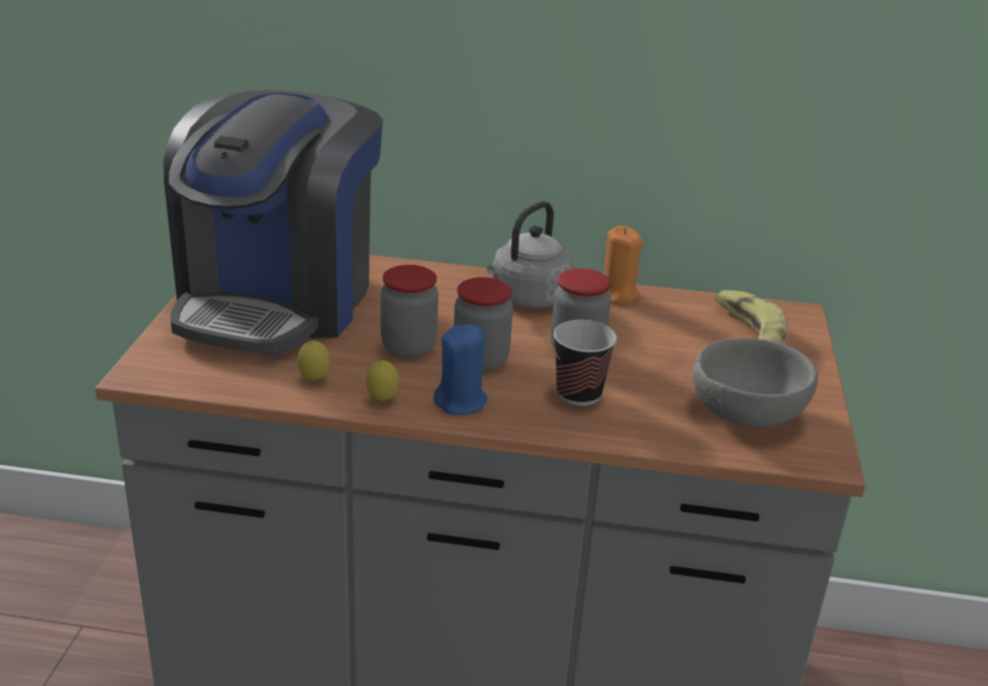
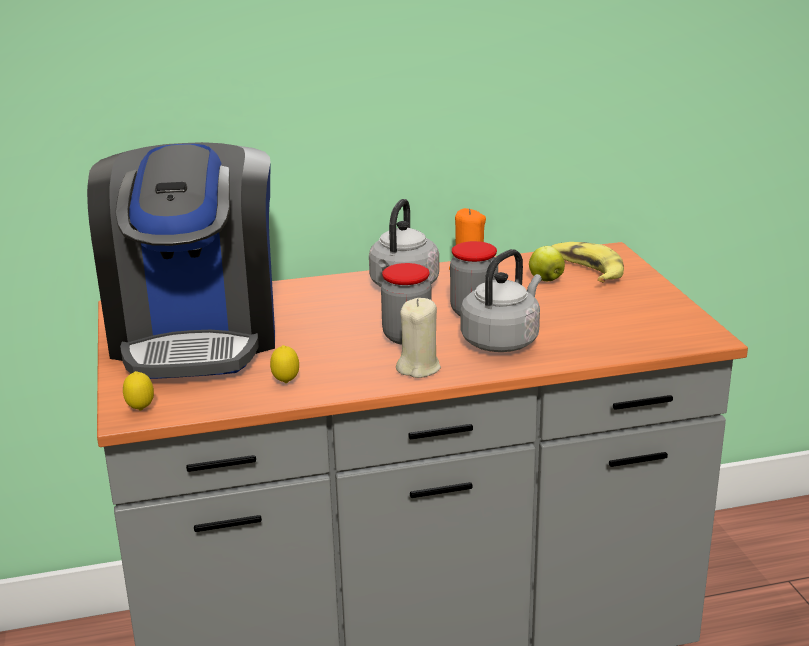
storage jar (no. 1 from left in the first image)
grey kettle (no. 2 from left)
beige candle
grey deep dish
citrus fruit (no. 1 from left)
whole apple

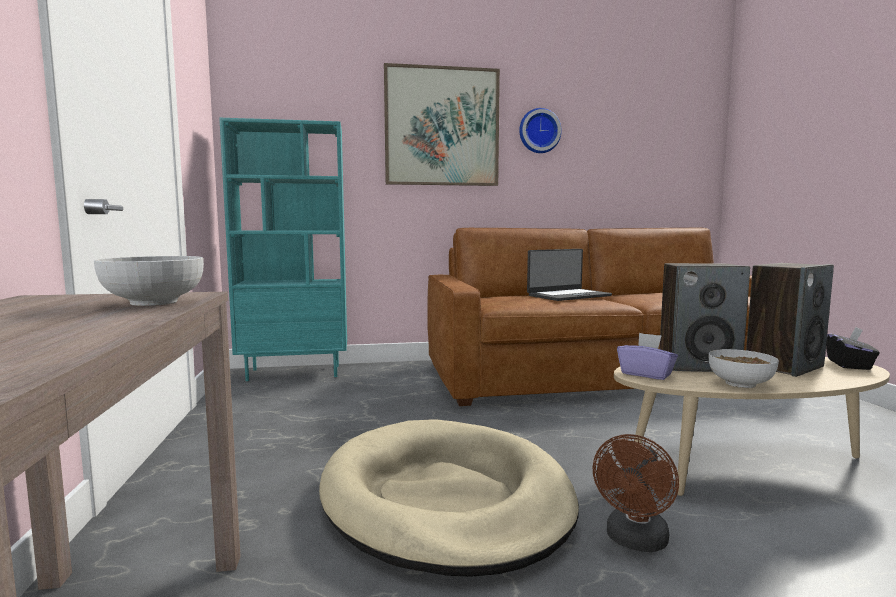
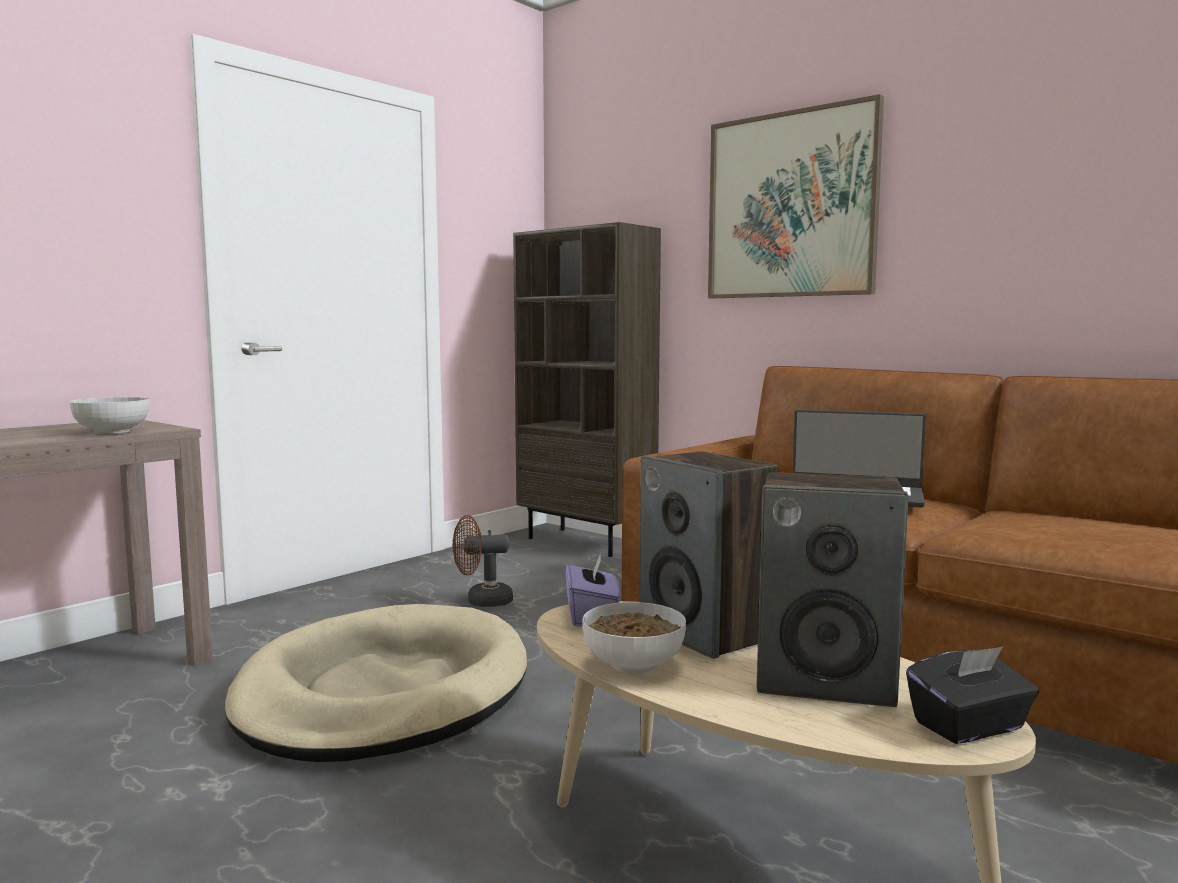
hanging clock
brown-coloured bookshelf
brown-coloured fan

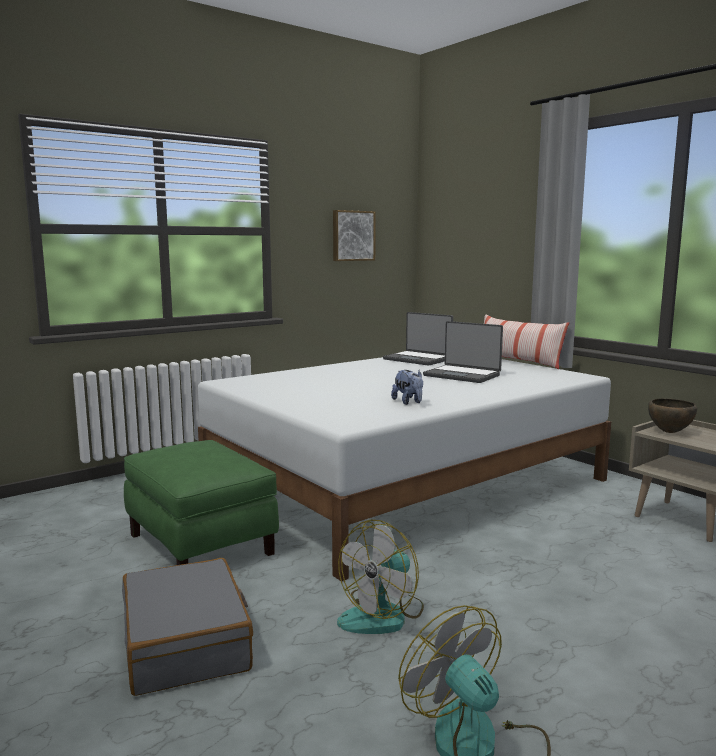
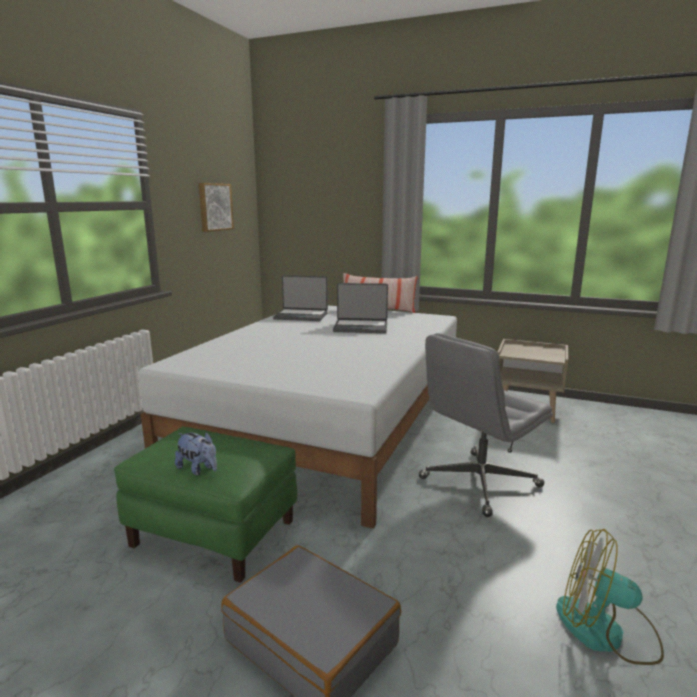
soft toy
brown-coloured deep dish
fan (no. 1 from left in the first image)
grey desk chair

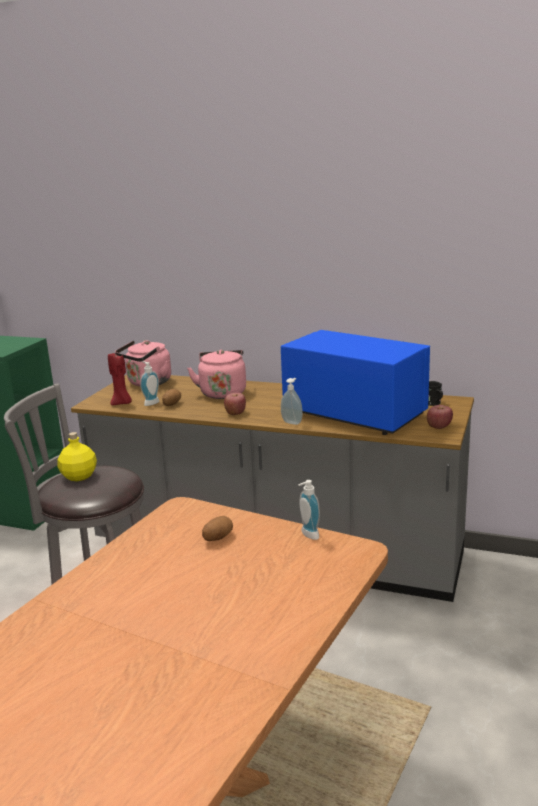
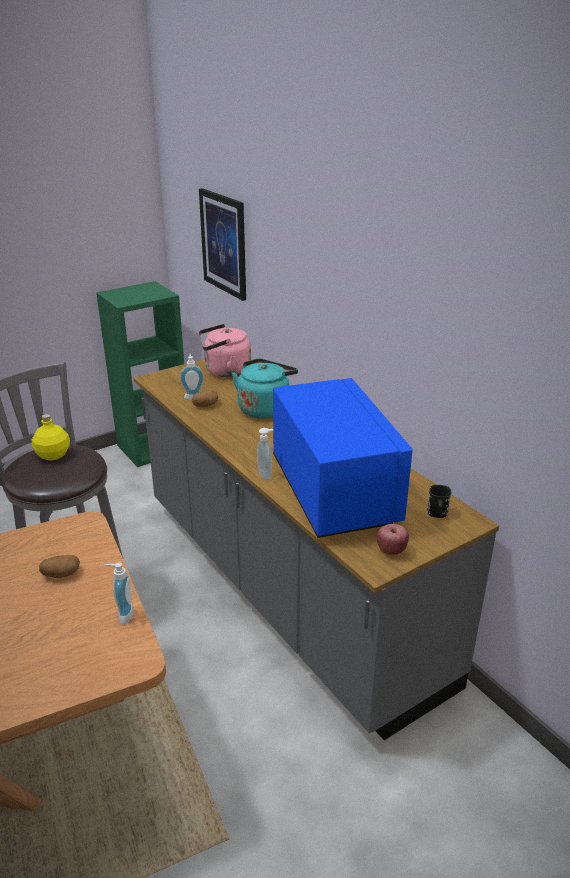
blue-green kettle
reddish candle
whole apple (no. 1 from left in the first image)
picture

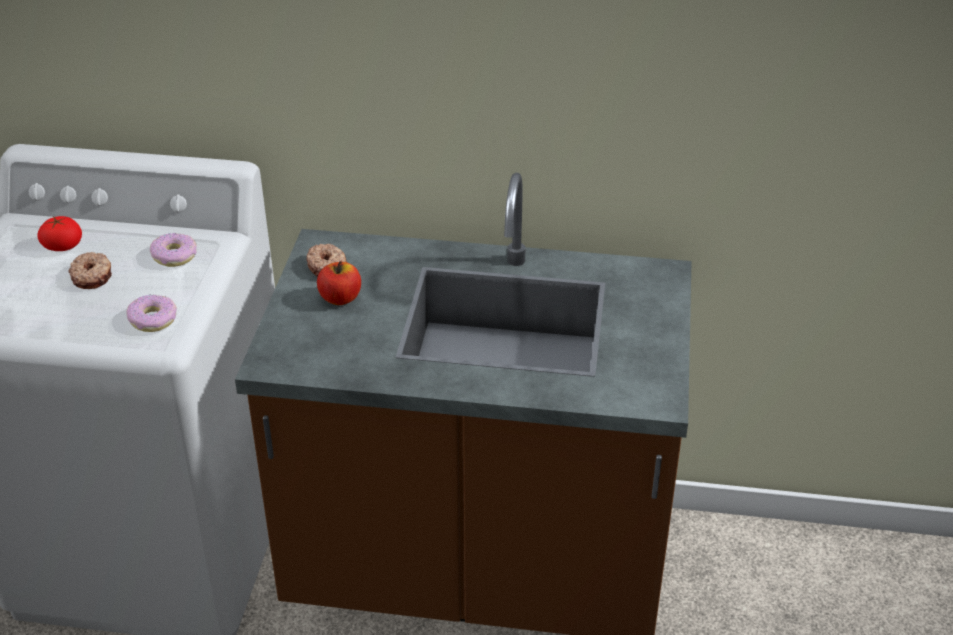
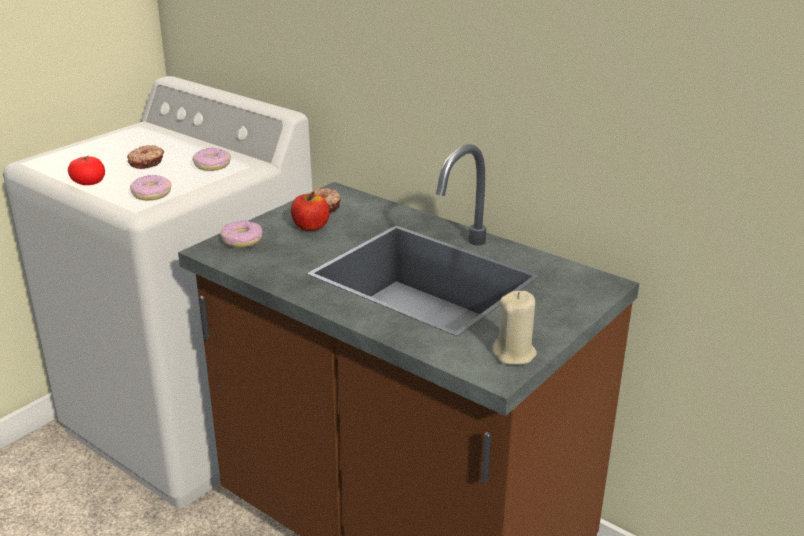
tomato
ring doughnut (no. 4 from left)
beige candle

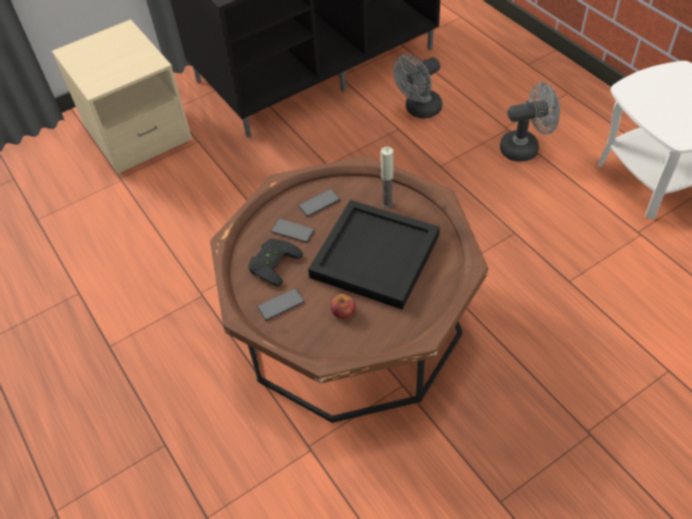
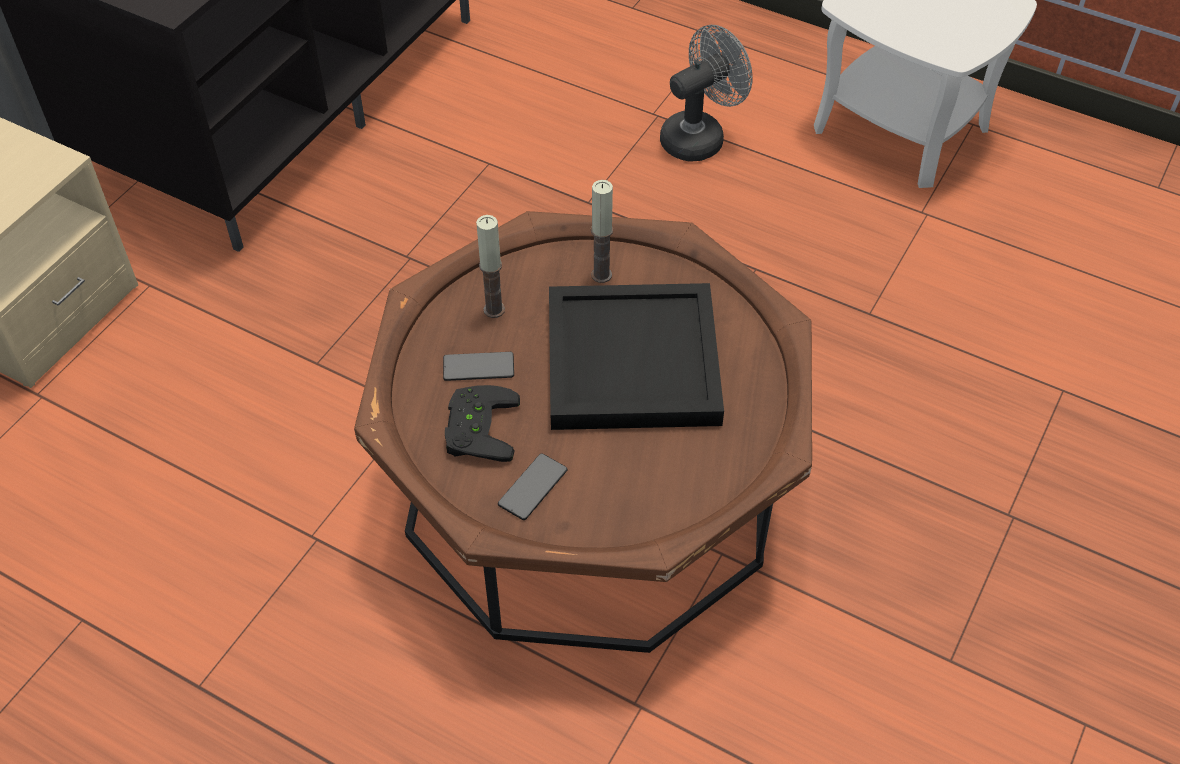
grey fan (no. 1 from left in the first image)
candle (no. 1 from left)
whole apple

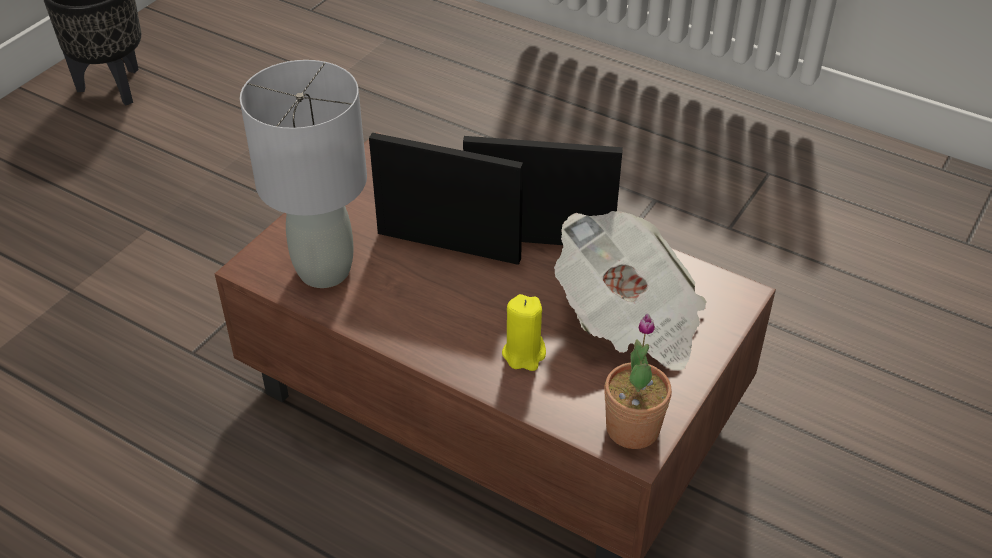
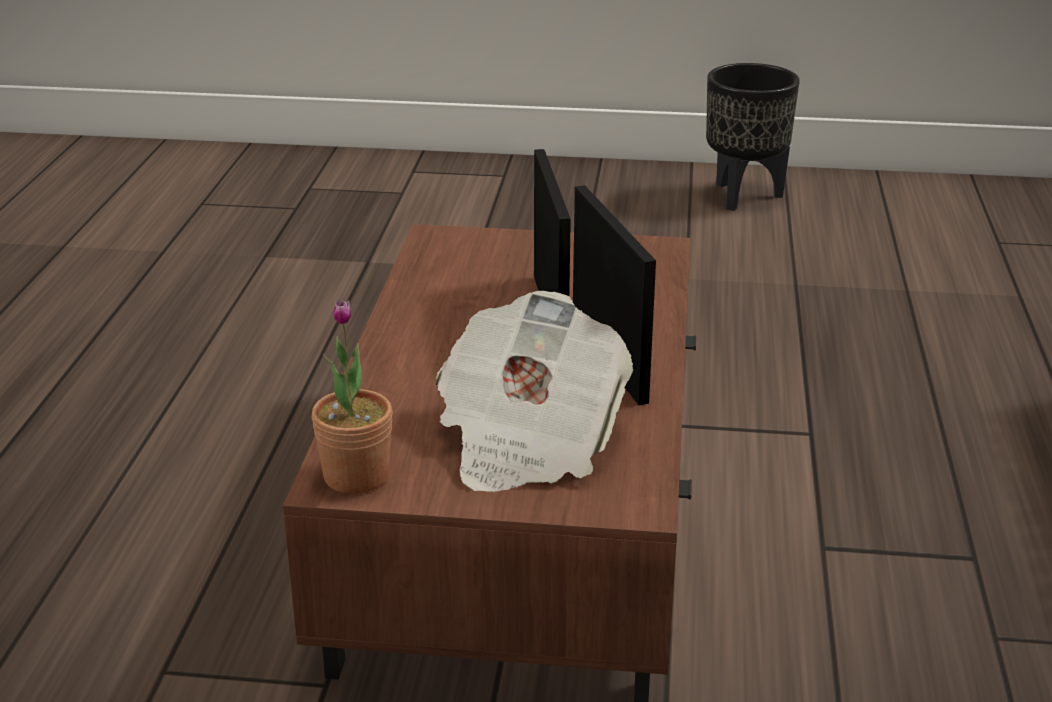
grey lamp for a table
yellow-coloured candle

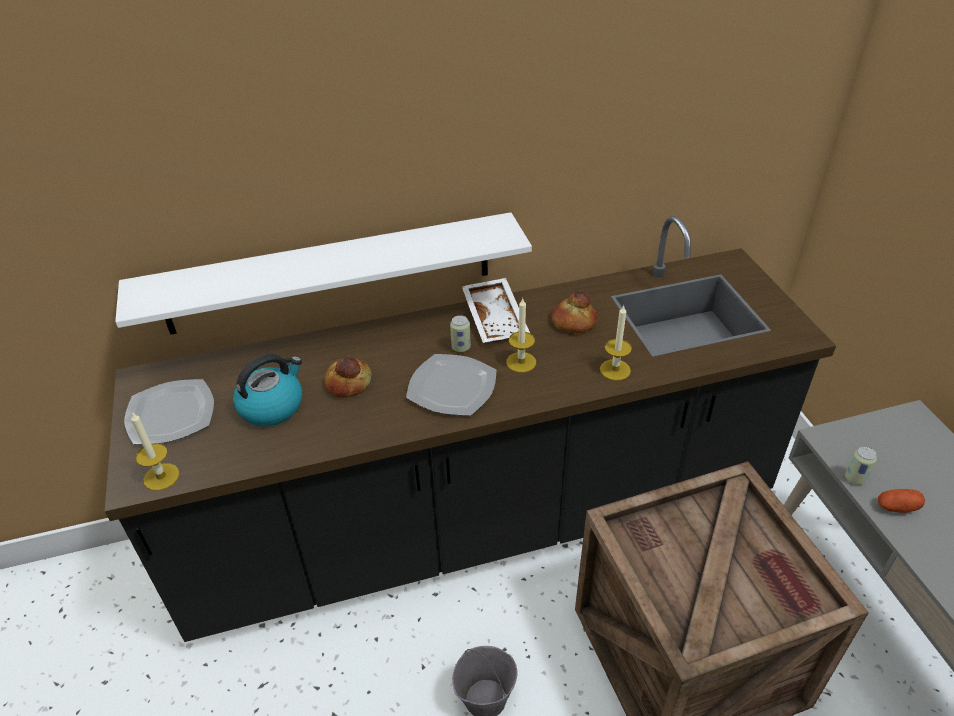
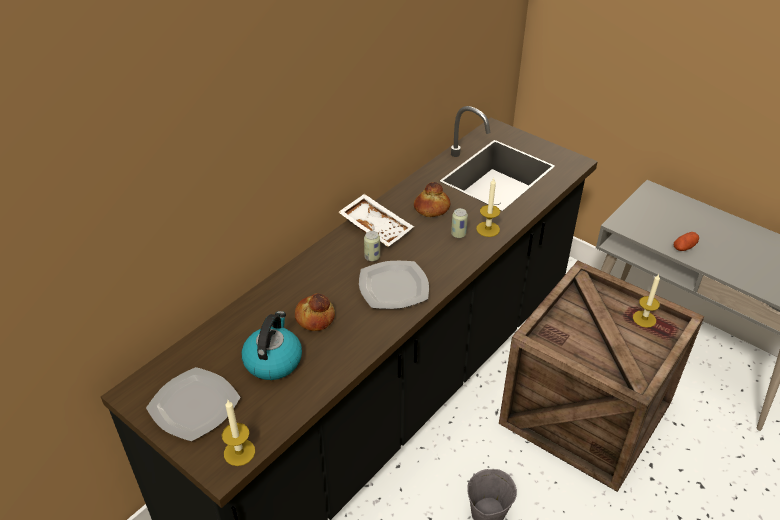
whitish wall shelf
candle (no. 3 from left)
sealed can (no. 2 from left)

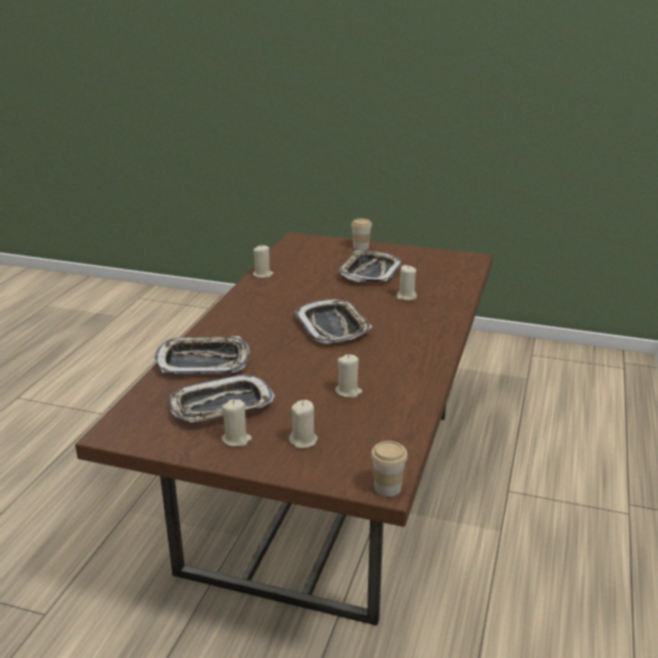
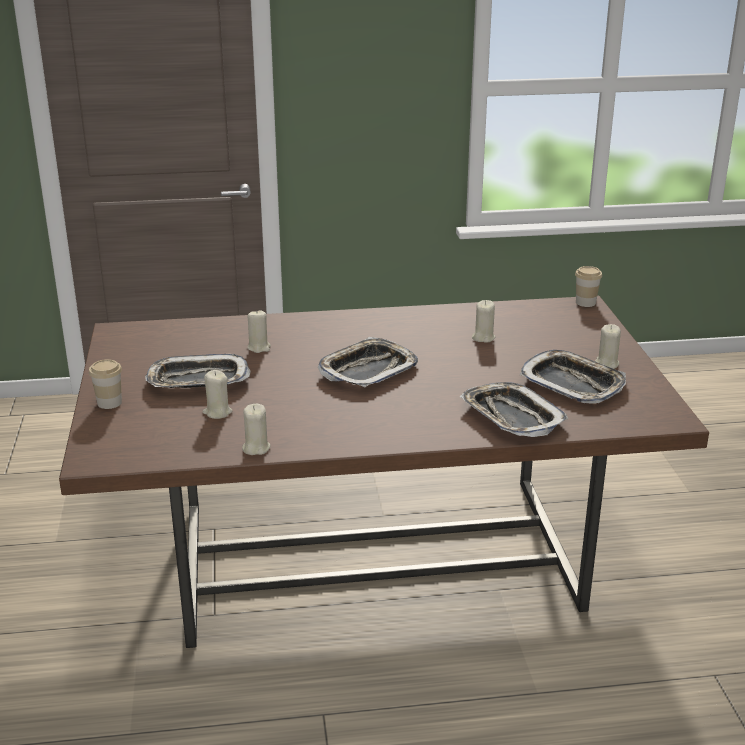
beige candle (no. 1 from left)

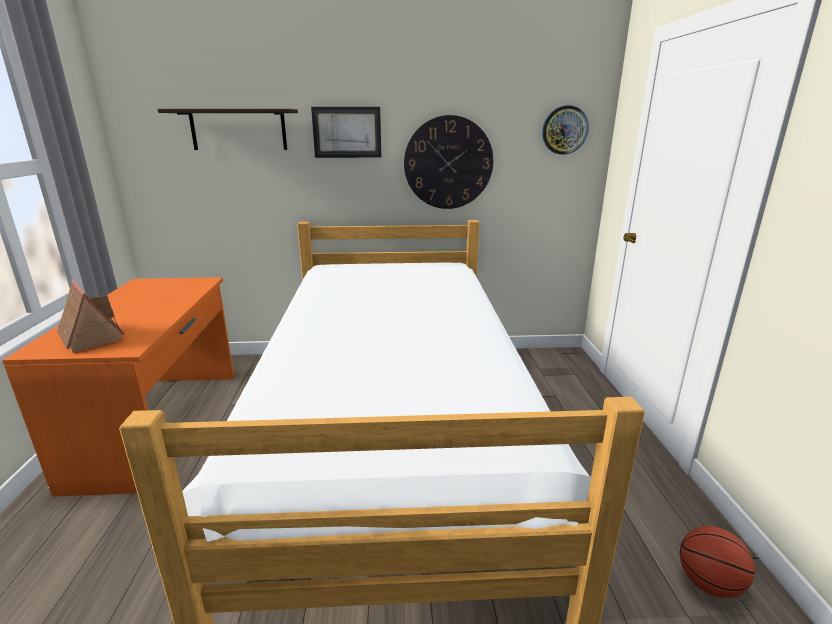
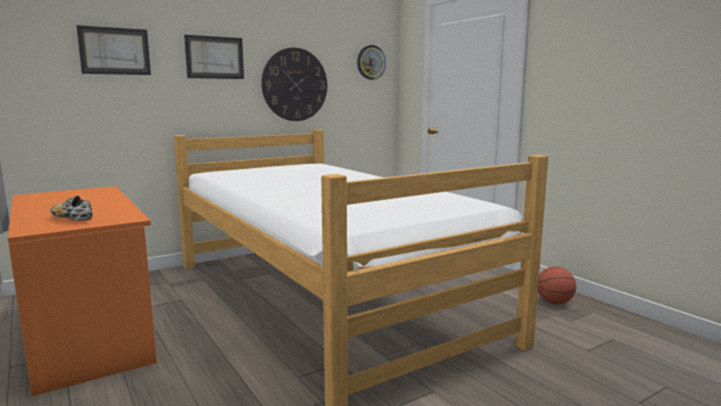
picture (no. 1 from left)
item of footwear

